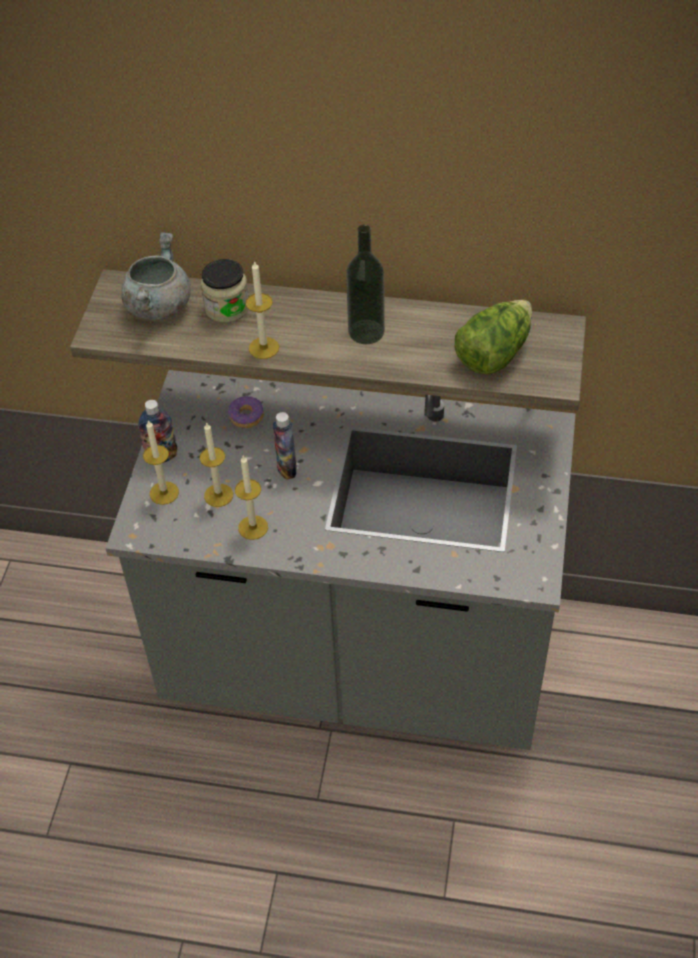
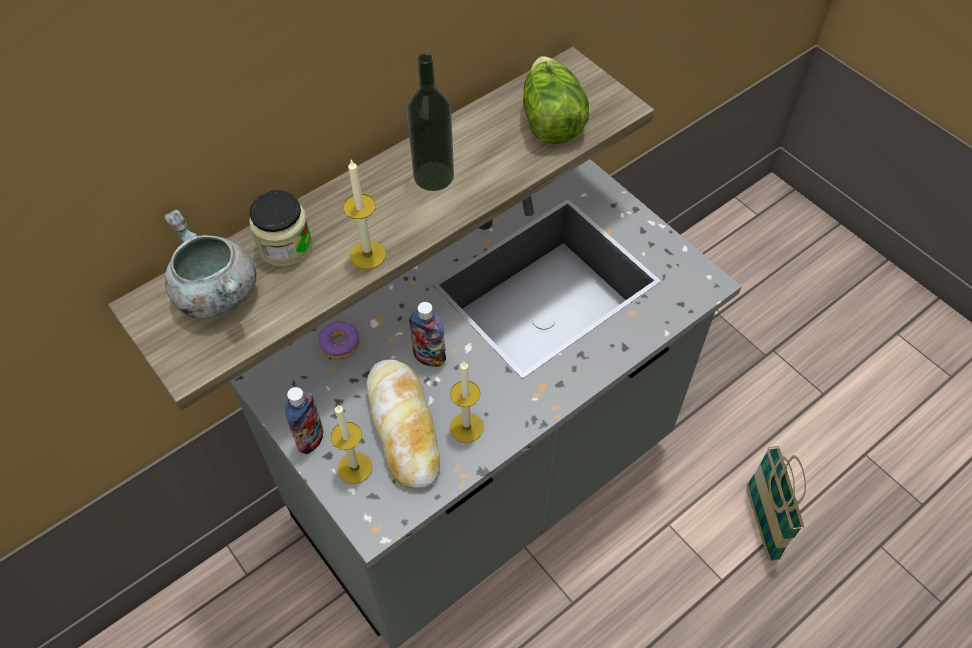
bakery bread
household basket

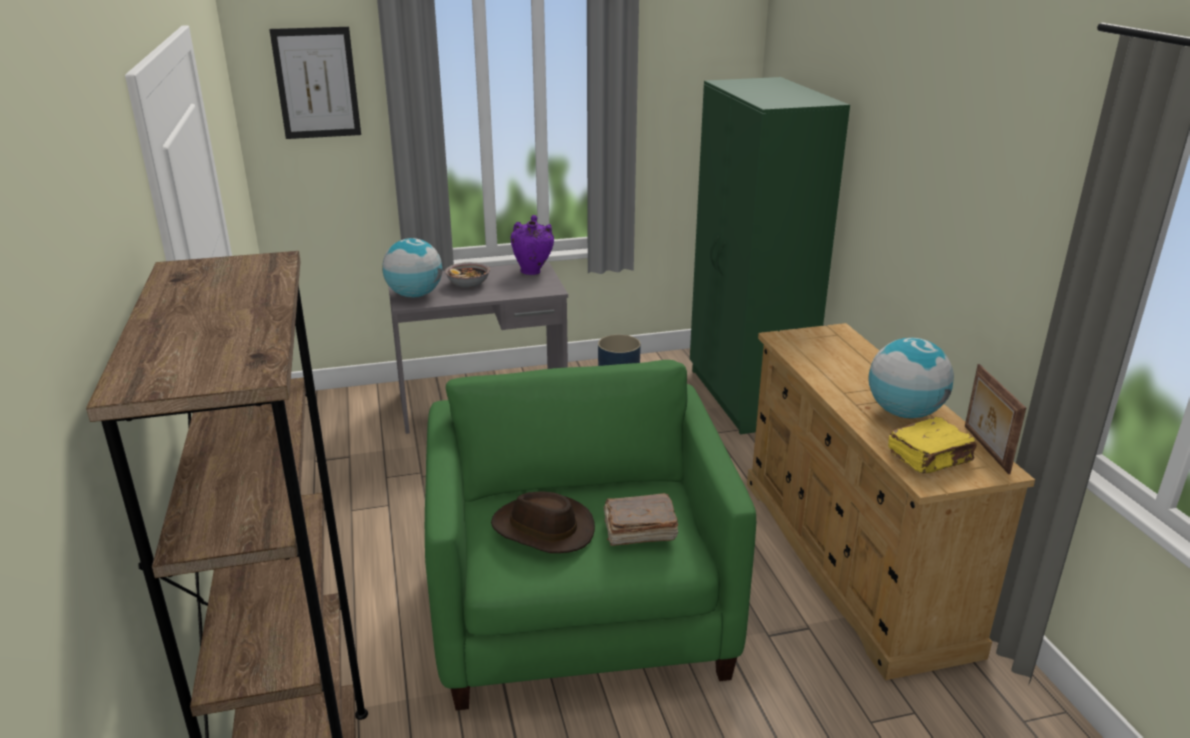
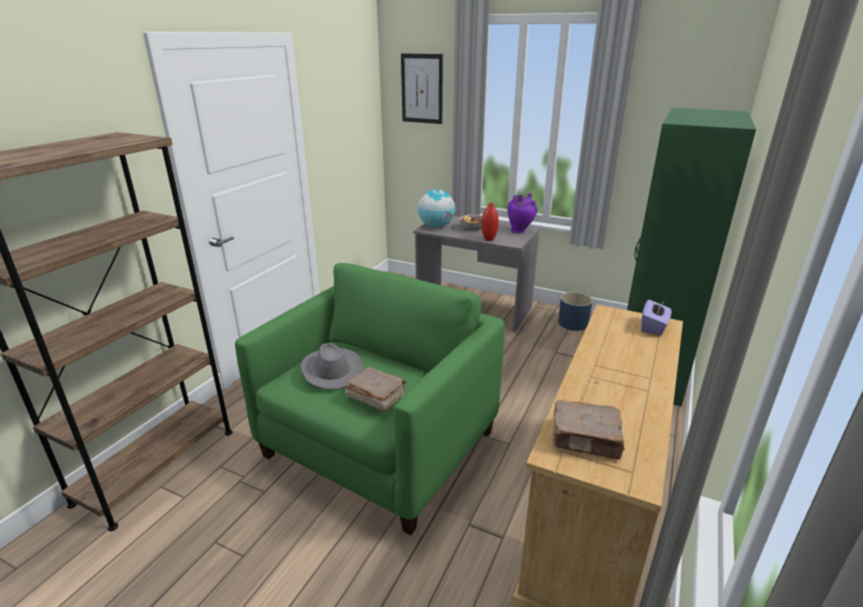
world globe (no. 2 from left in the first image)
picture frame
brown-coloured volume (no. 2 from left)
grey hat
reddish vase
purplish tissue holder

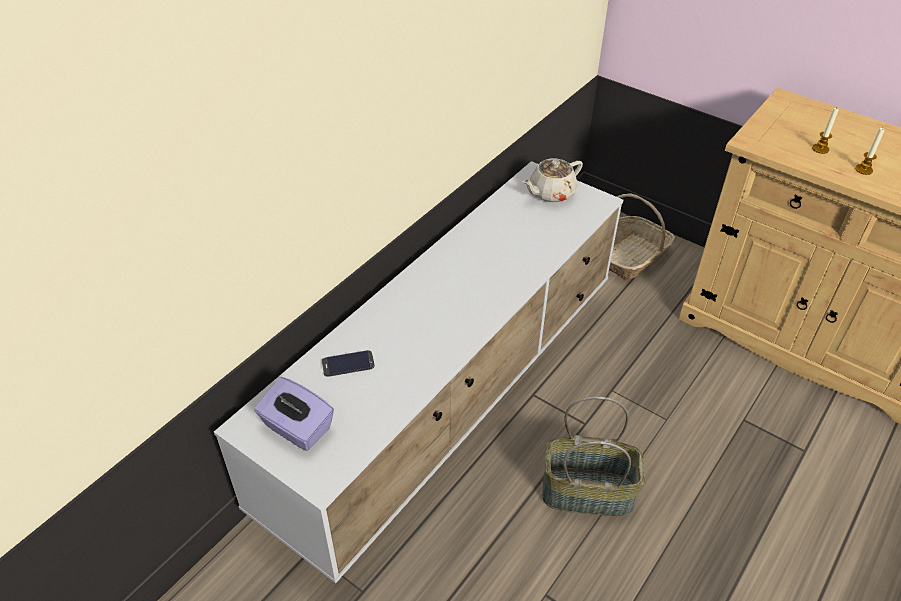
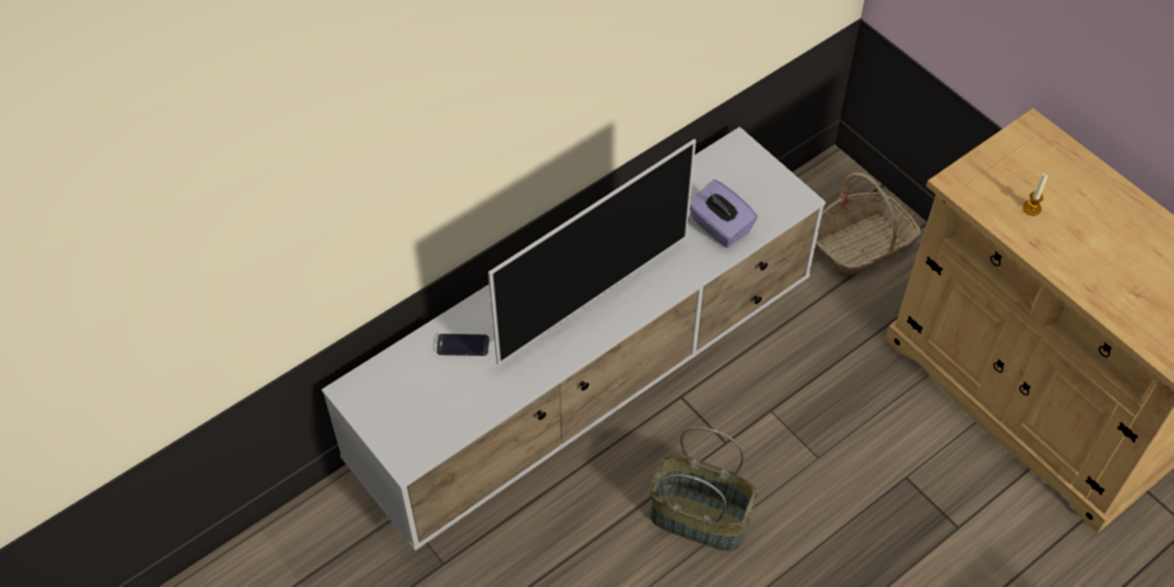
candle (no. 2 from left in the first image)
beige tea pot
purplish tissue holder
TV

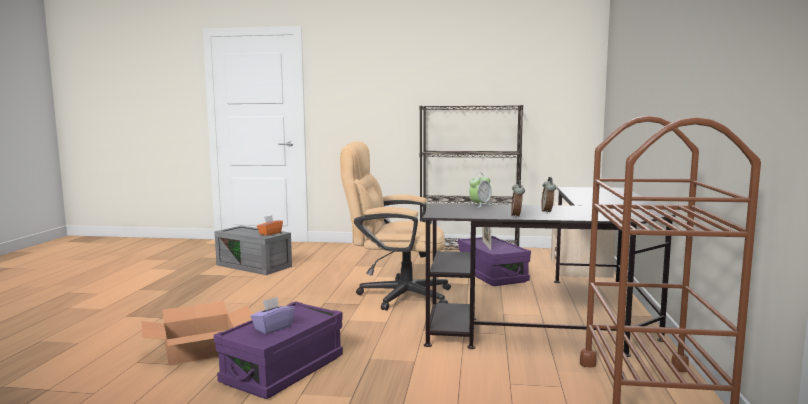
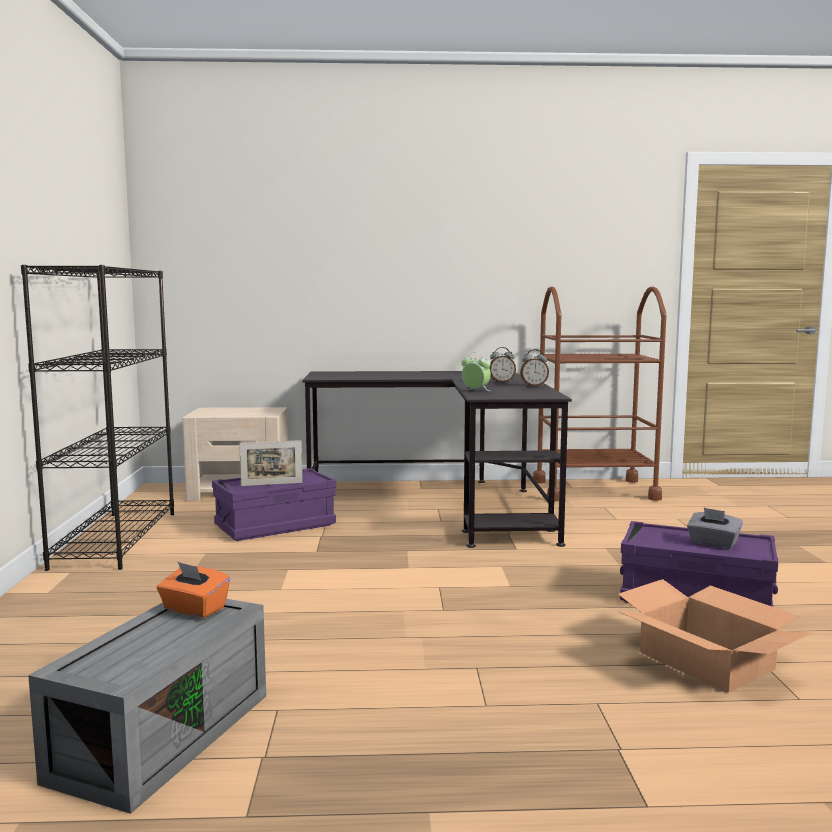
beige desk chair
grey tissue holder

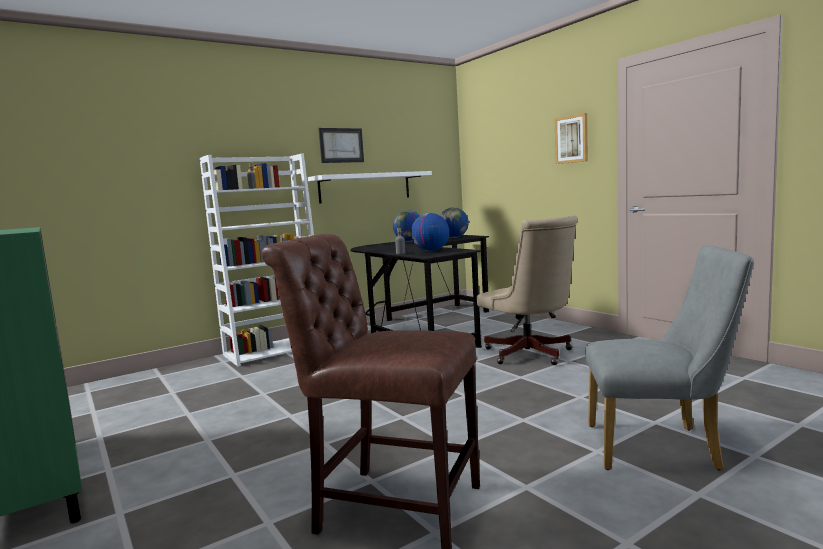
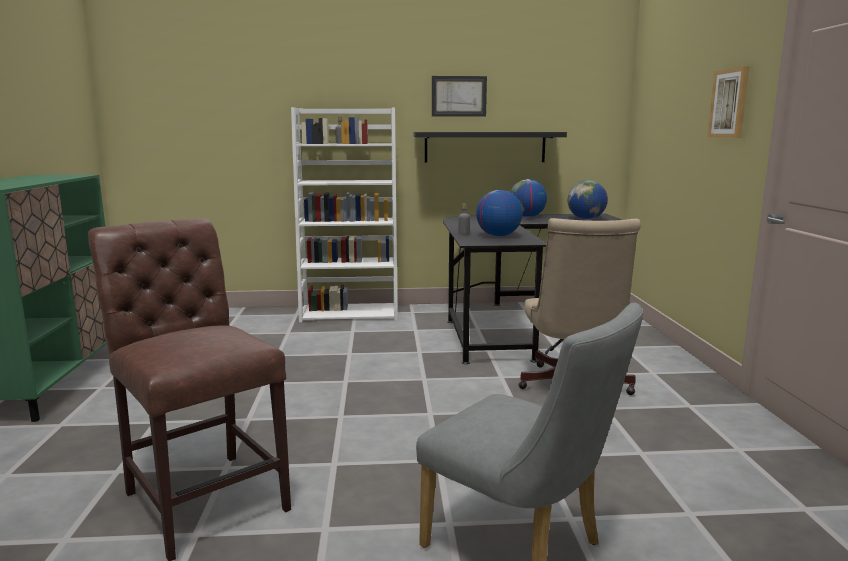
blackish wall shelf

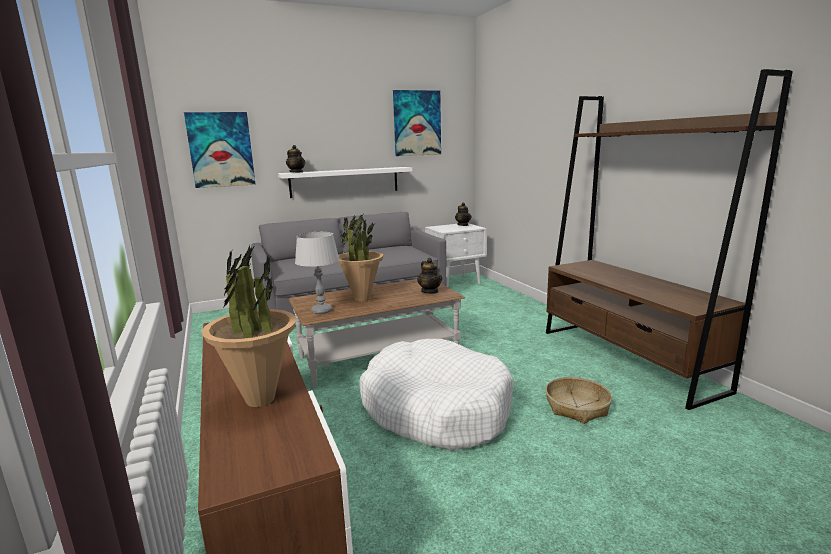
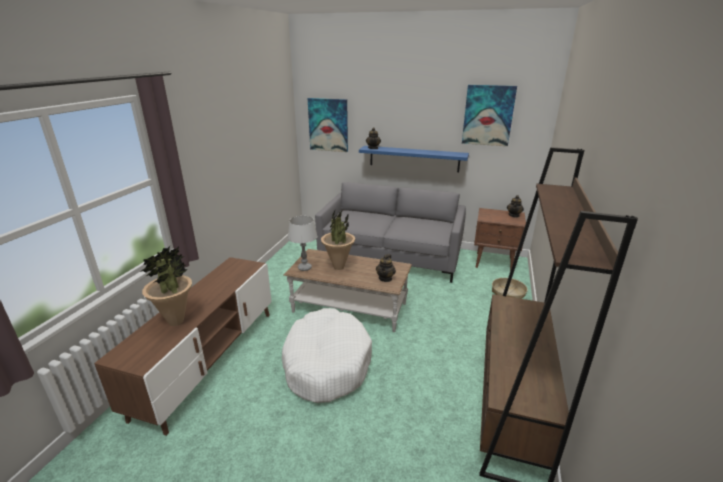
blue wall shelf
brown-coloured night table
household basket

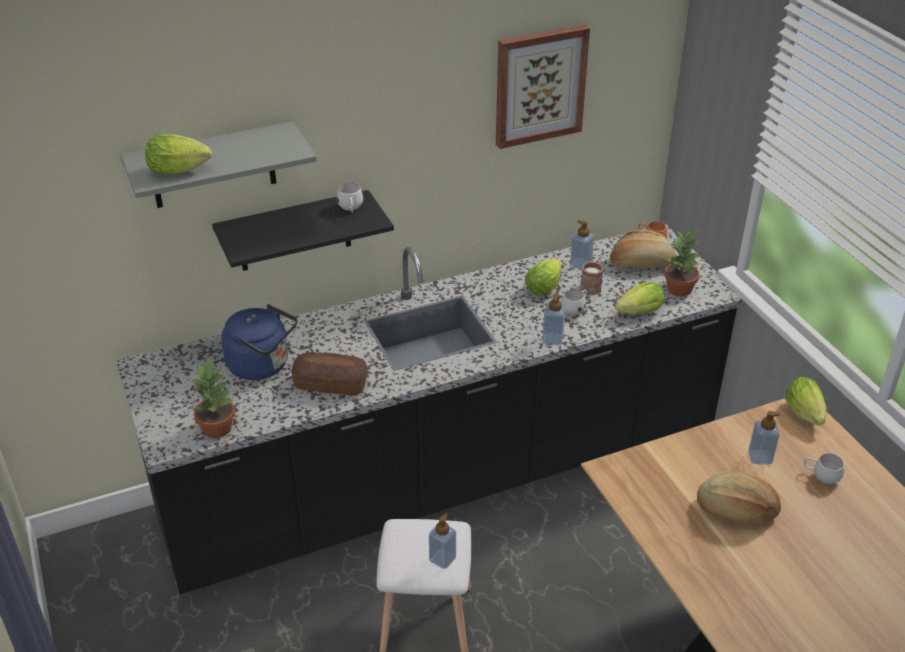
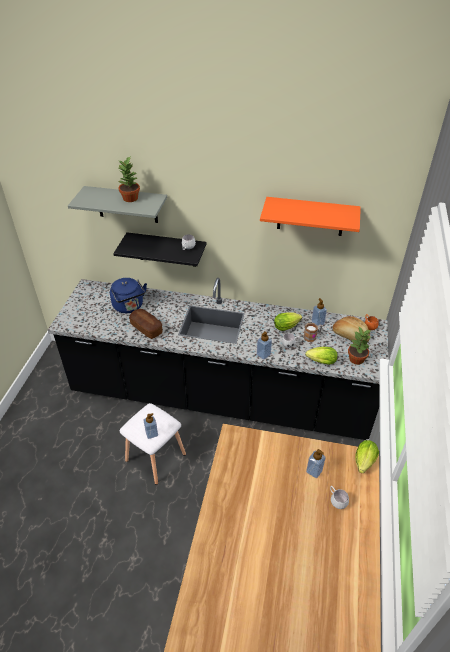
orange-coloured wall shelf
lettuce (no. 1 from left in the first image)
potted plant (no. 1 from left)
bakery bread (no. 3 from left in the first image)

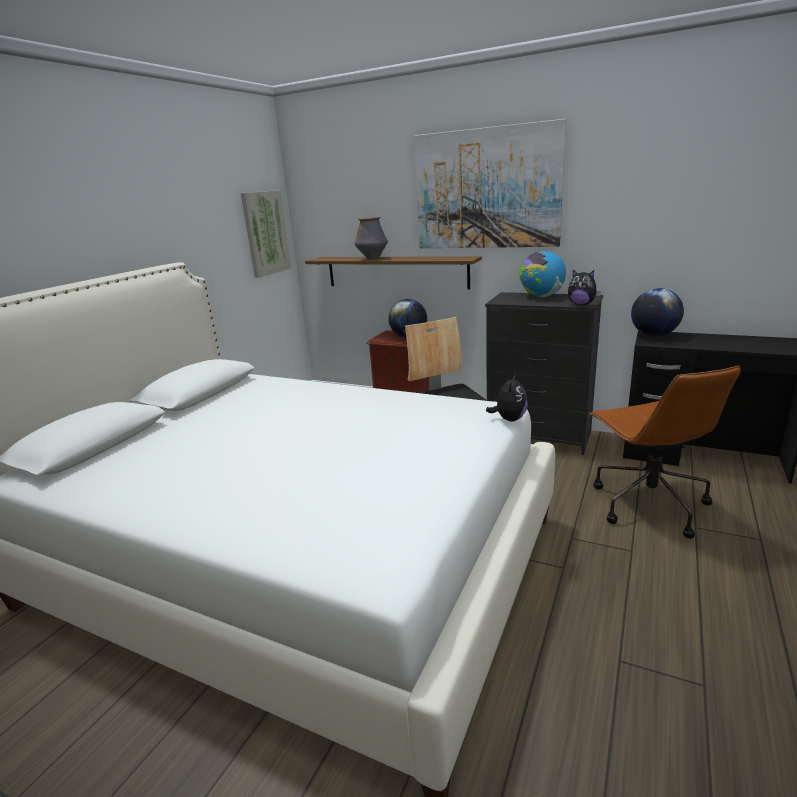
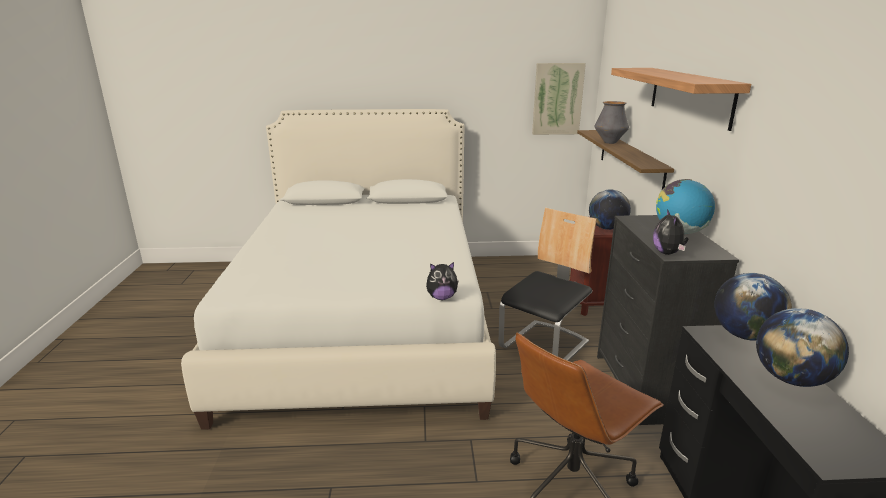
wall shelf (no. 2 from left)
world globe (no. 4 from left)

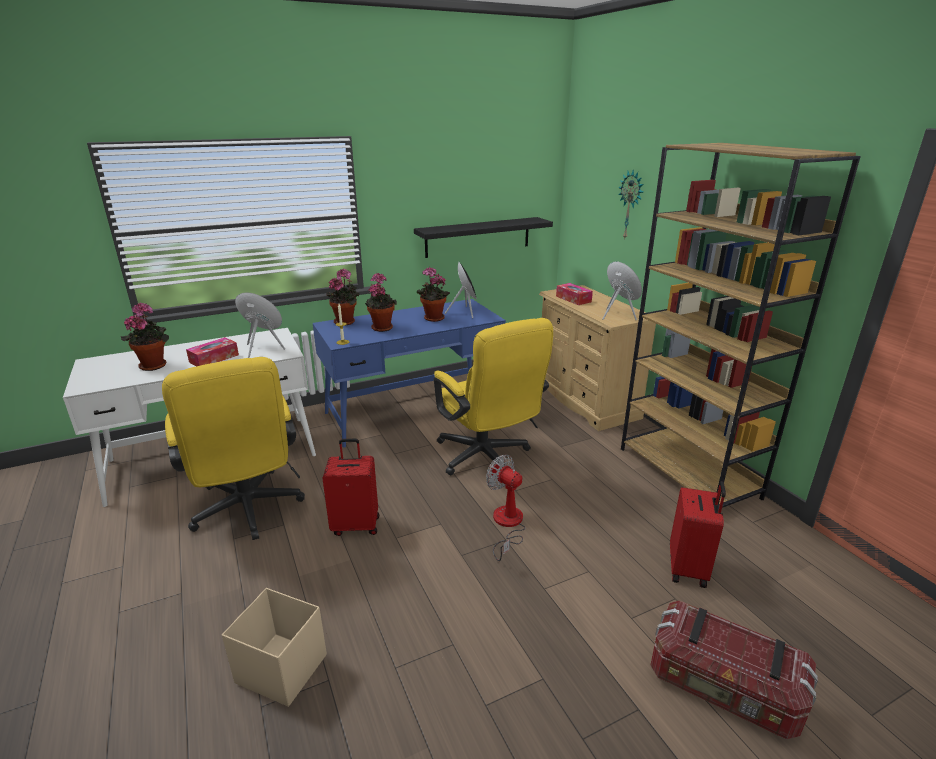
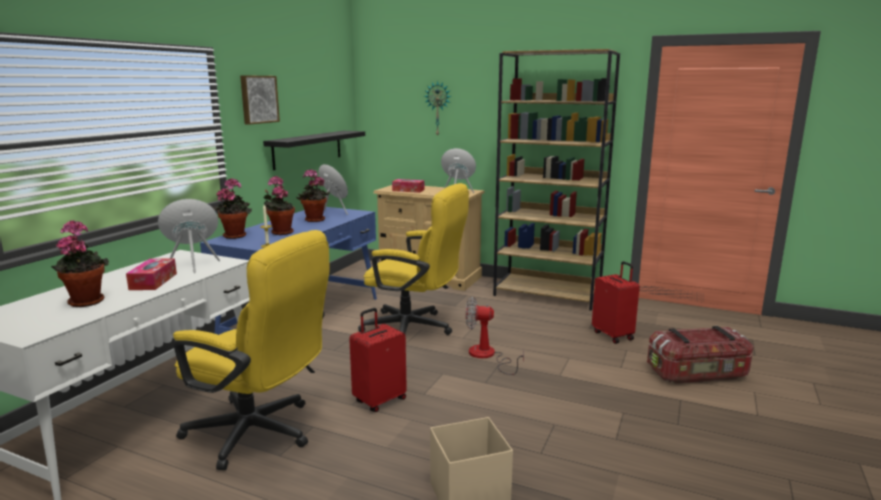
picture

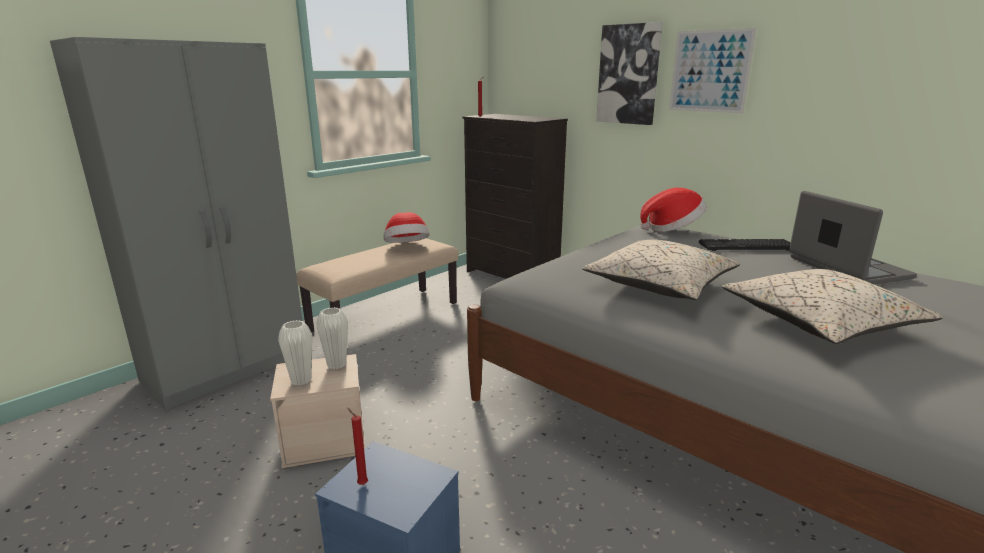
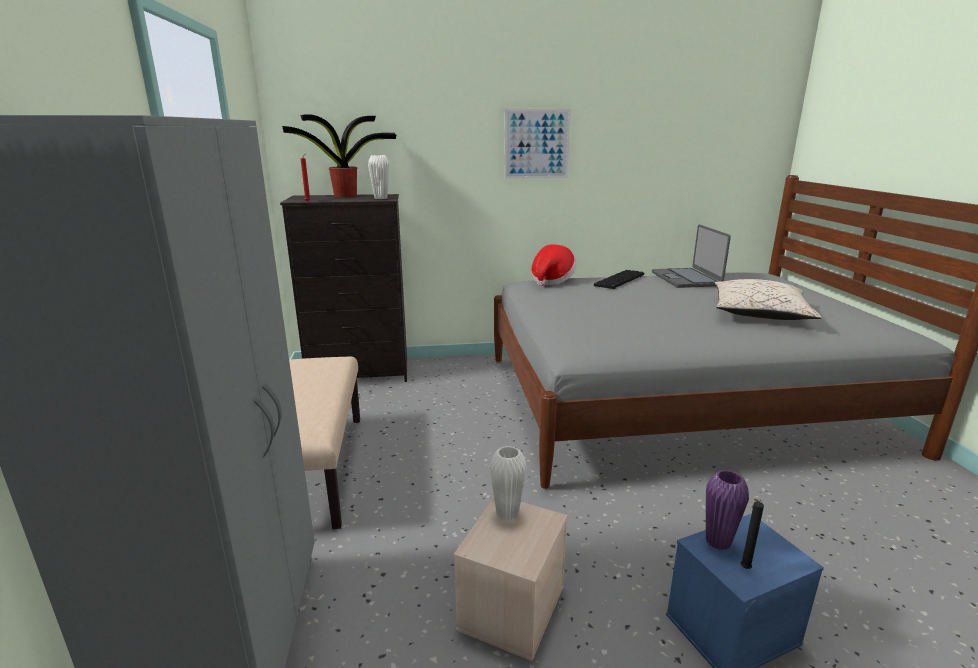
picture (no. 1 from left in the first image)
notebook computer
hat (no. 1 from left in the first image)
beige cushion (no. 1 from left in the first image)
whitish vase (no. 1 from left)
blackish candle
potted plant
purplish vase

